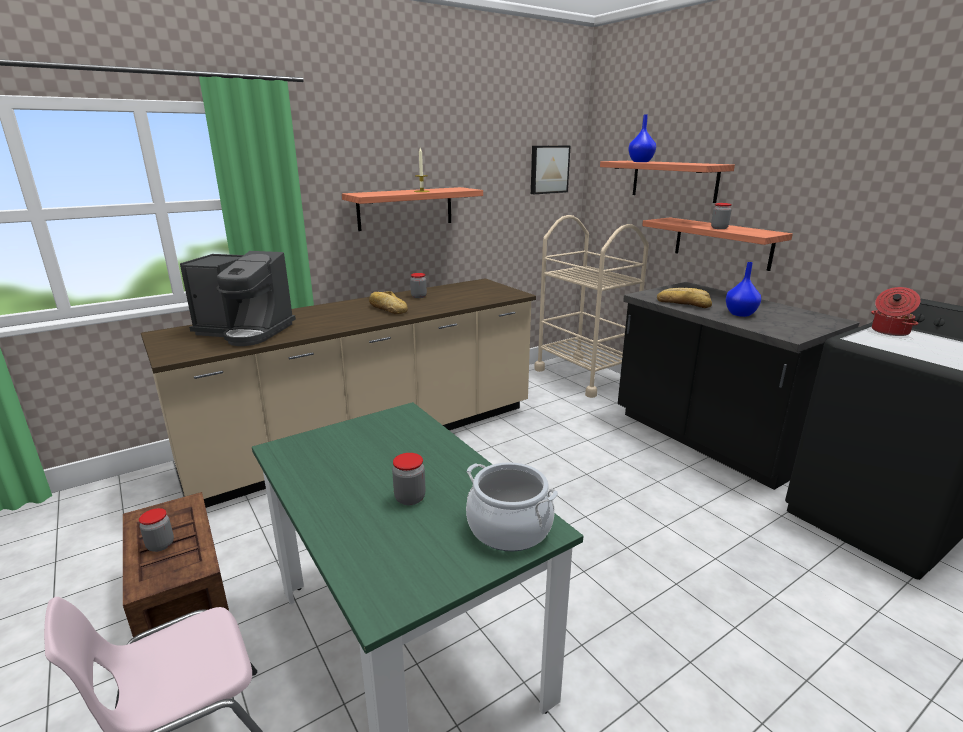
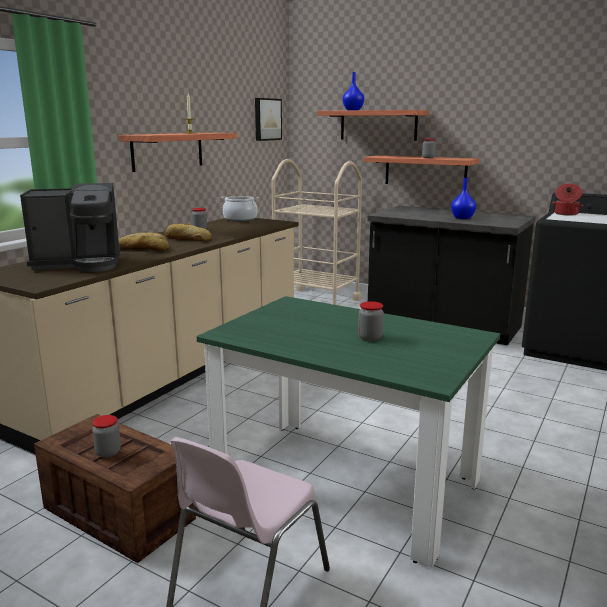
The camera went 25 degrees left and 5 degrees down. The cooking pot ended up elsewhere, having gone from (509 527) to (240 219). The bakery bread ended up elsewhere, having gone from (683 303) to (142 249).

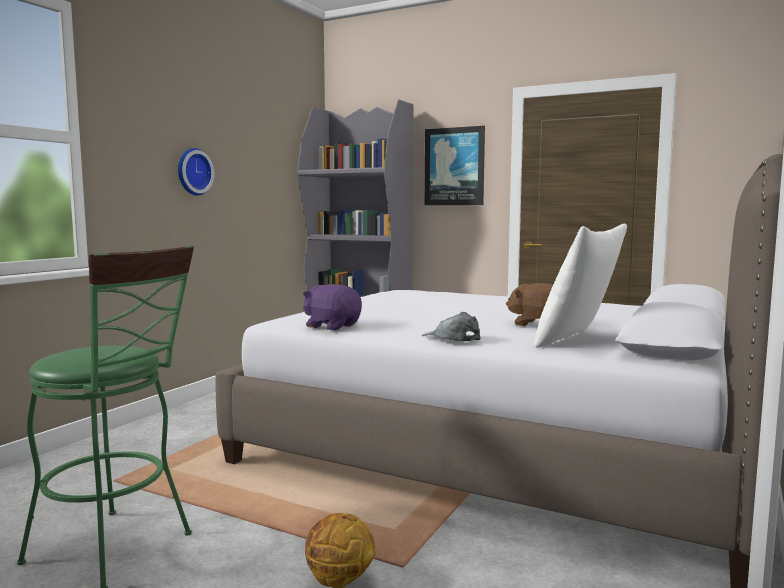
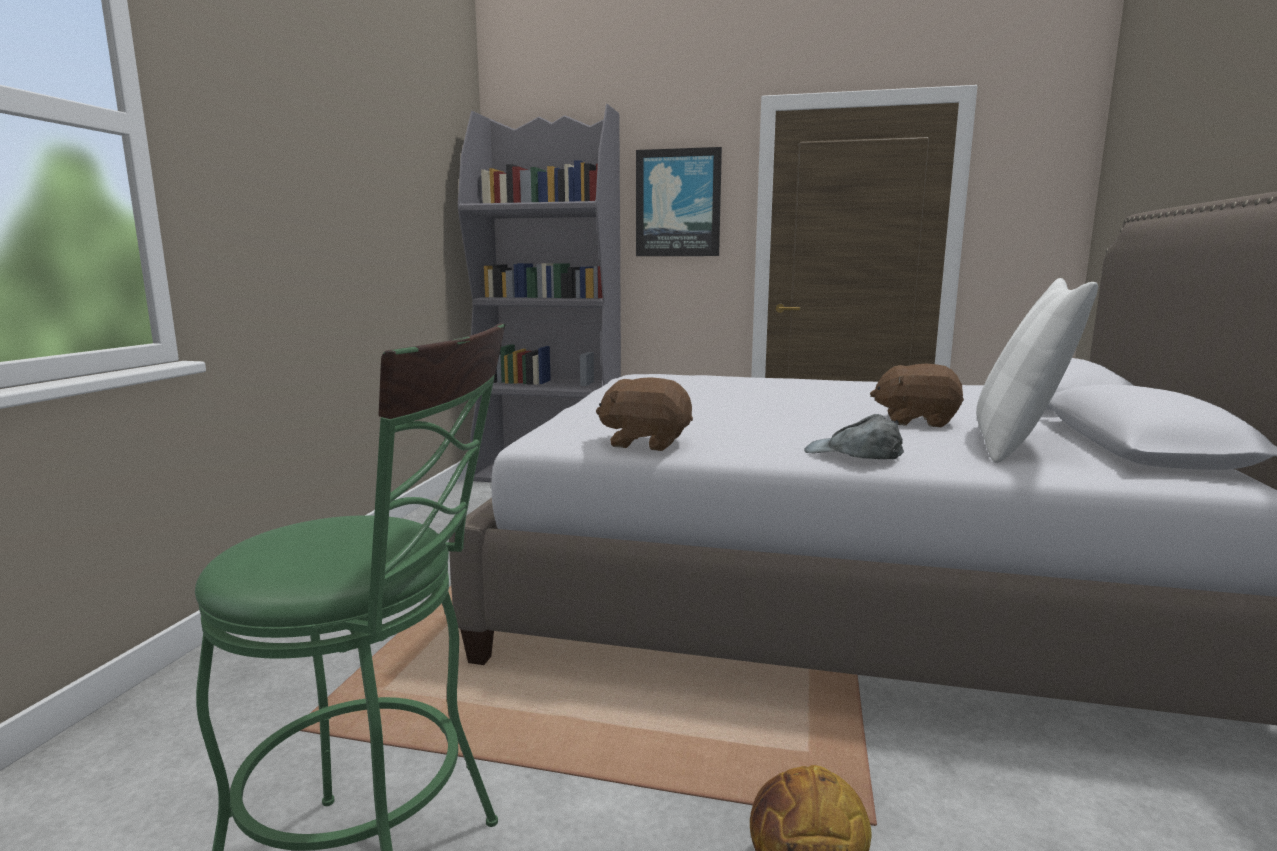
The camera went 15 degrees left and 5 degrees up. The second view lost the hanging clock at (192 172). What was the cuddly toy/purplish at (332 326) turned into the cuddly toy/brown-coloured at (646 443).

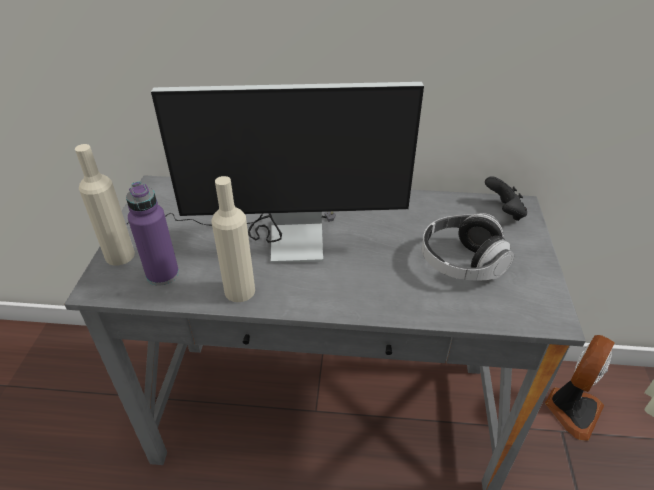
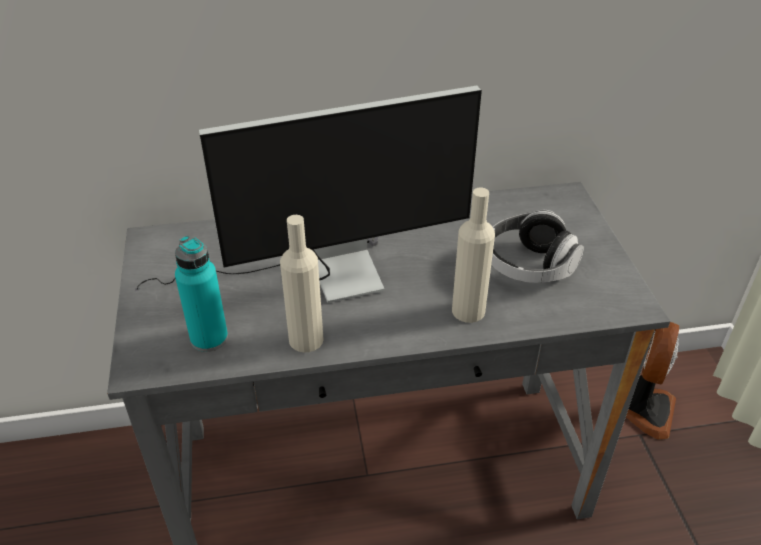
The camera went 15 degrees left and 0 degrees up. The second view lost the game controller/black at (504 212). The bottle/beige ended up elsewhere, having gone from (120 255) to (468 310). What was the bottle/purplish at (162 274) turned into the bottle/blue-green at (209 338).

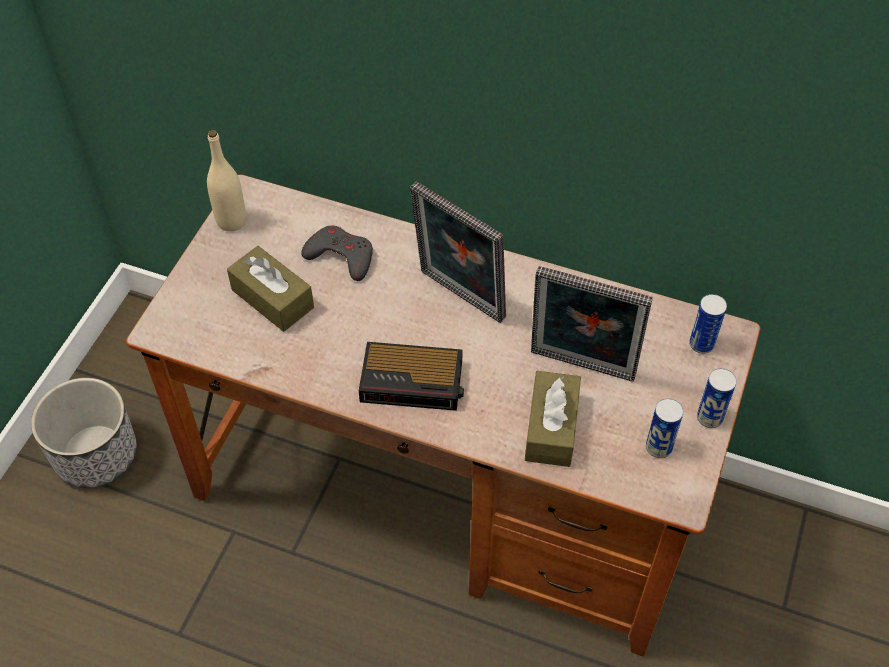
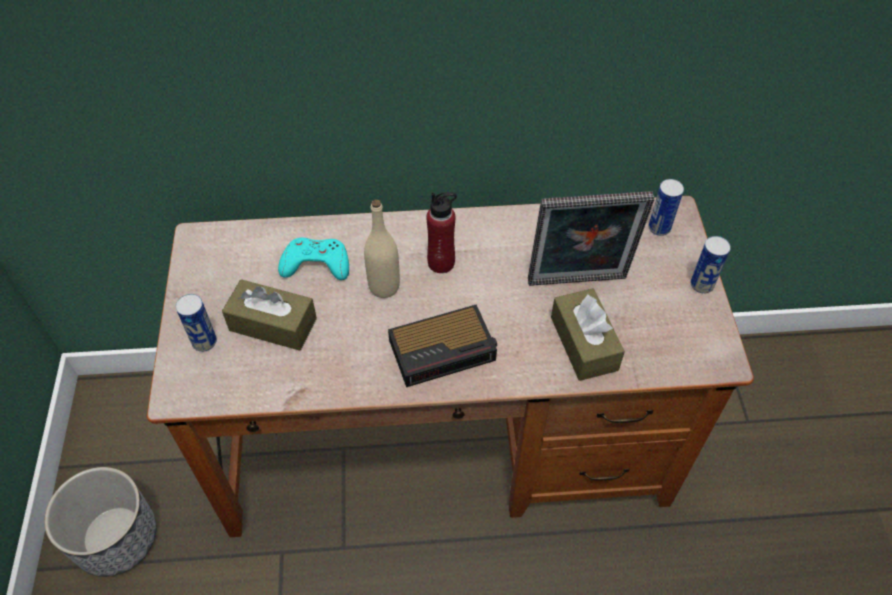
The camera went 25 degrees left and 0 degrees up. The bottle/beige ended up elsewhere, having gone from (231 221) to (384 287). The can ended up elsewhere, having gone from (658 447) to (204 342). Where the standing frame stood at (458 298), the bottle/red-coloured came to stand at (441 262). What was the game controller/greyish at (341 256) turned into the game controller/blue-green at (316 263).

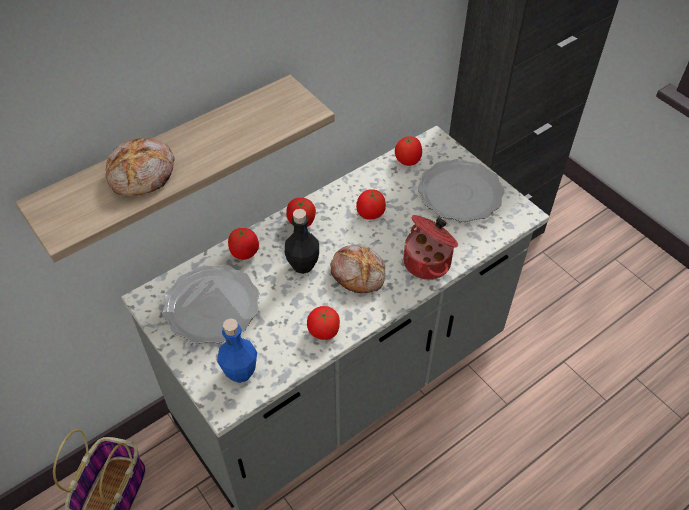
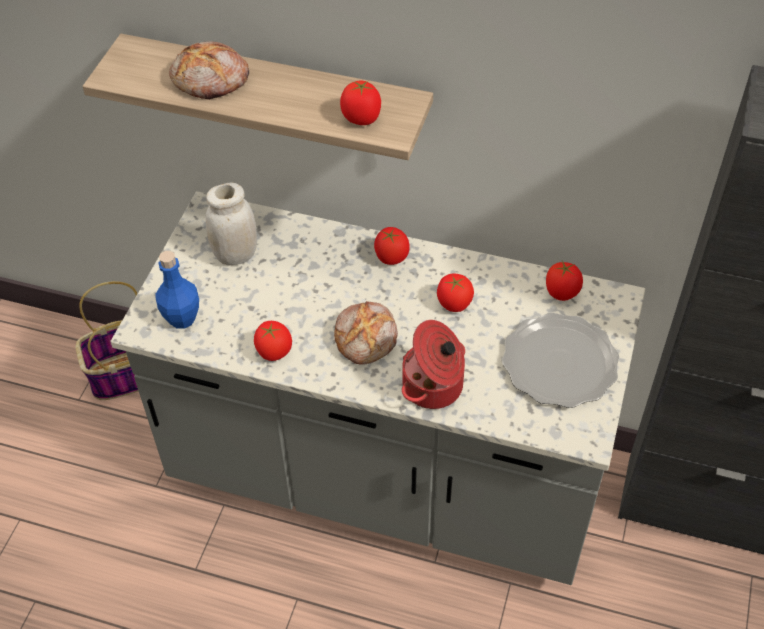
The camera went 55 degrees right and 0 degrees up. The second view lost the bottle/black at (303 265). The whole tomato ended up elsewhere, having gone from (245 253) to (361 118). Where the flat dish stood at (211 306), the storage jar/white-coloured came to stand at (236 255).

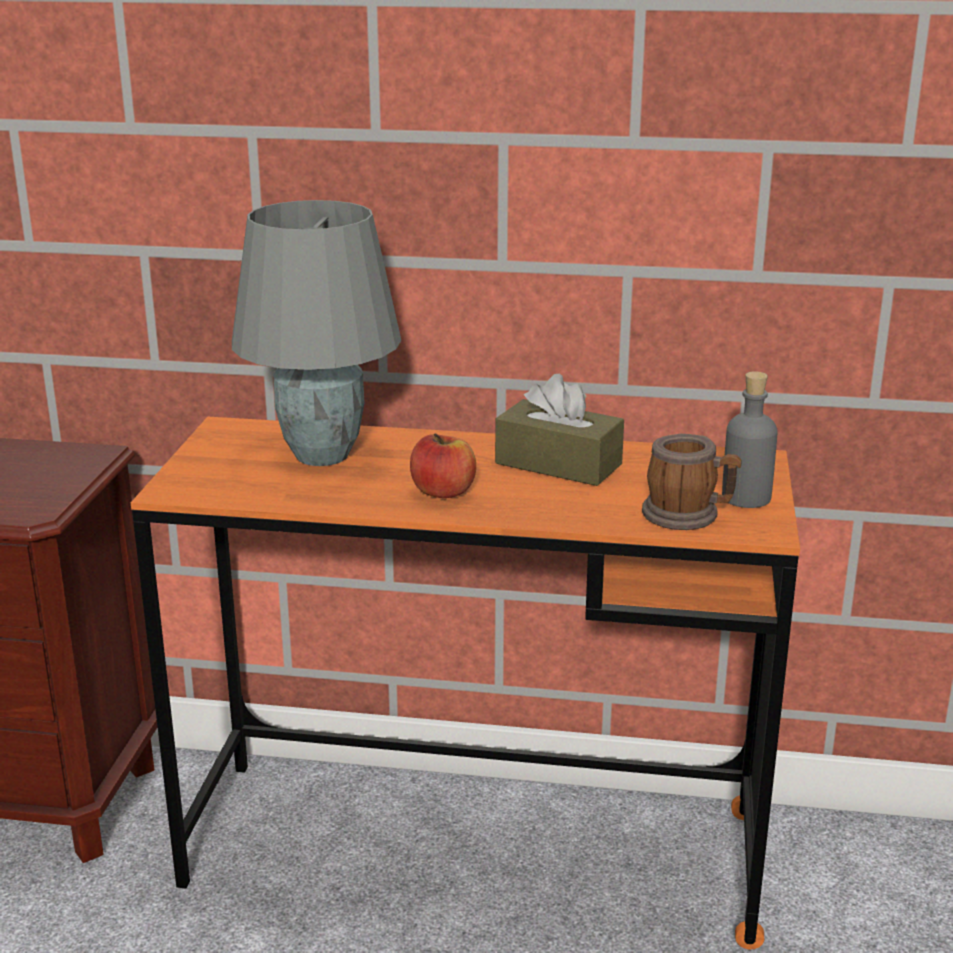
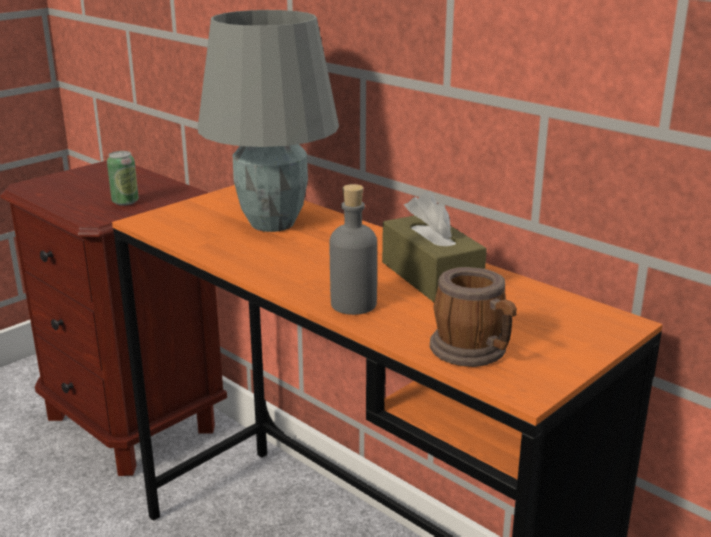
The camera went 35 degrees right and 0 degrees up. The second view lost the apple fruit at (443 492). The second view gained the can at (125 202). The bottle/greyish ended up elsewhere, having gone from (746 497) to (353 304).

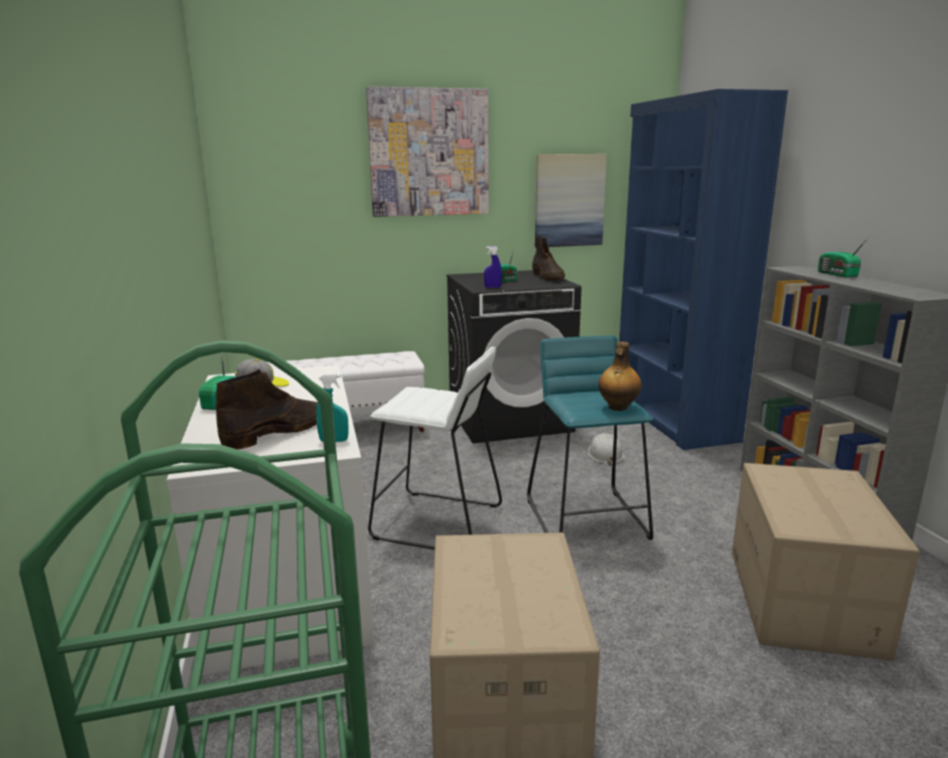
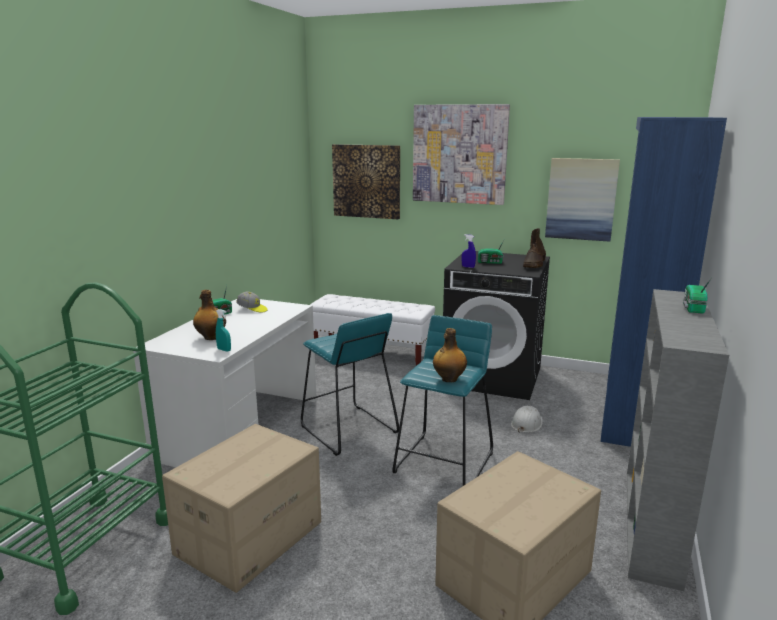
The camera went 35 degrees right and 0 degrees up. The second view gained the picture at (366 181). Where the tall boot/brown-coloured stood at (277 432), the bottle came to stand at (211 337). What was the sitting stool/white-coloured at (437 522) turned into the sitting stool/blue-green at (348 429).

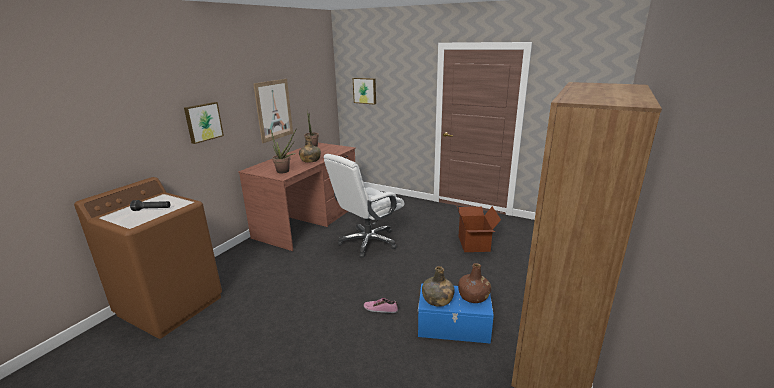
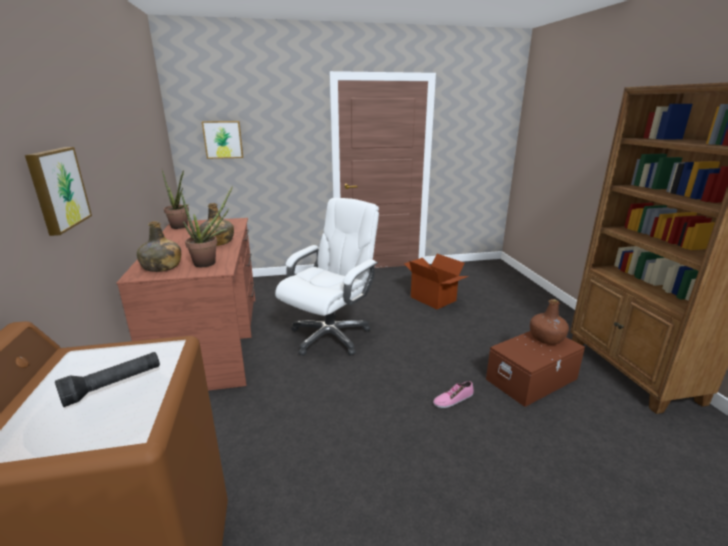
The camera went 40 degrees left and 0 degrees up. The second view lost the picture at (274 110). The bottle/greenish ended up elsewhere, having gone from (437 299) to (162 267). What was the storage container/blue-coloured at (453 326) turned into the storage container/brown-coloured at (532 379). The computer chair/white-coloured at (368 242) ended up facing another way, 150 degrees counterclockwise from before.

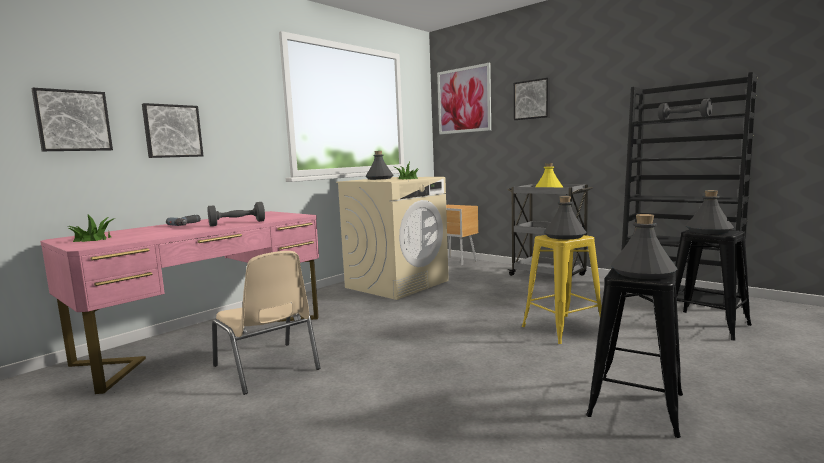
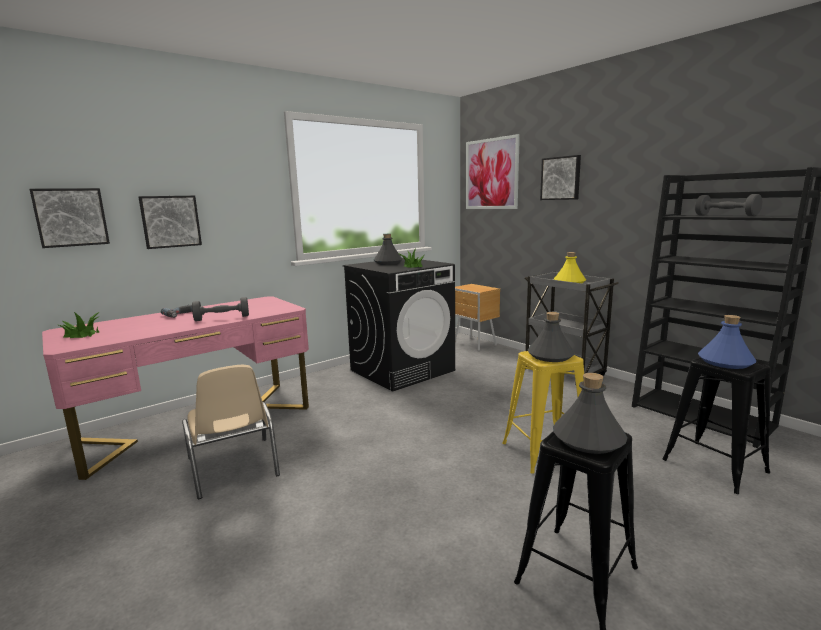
The camera went 10 degrees right and 5 degrees up. What was the laundry machine/beige at (397 284) turned into the laundry machine/black at (402 370). What was the bottle/greyish at (708 230) turned into the bottle/blue-coloured at (725 362).

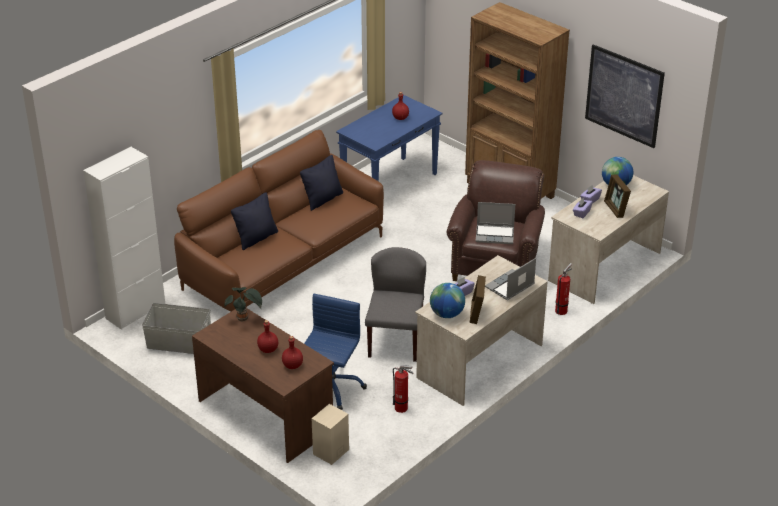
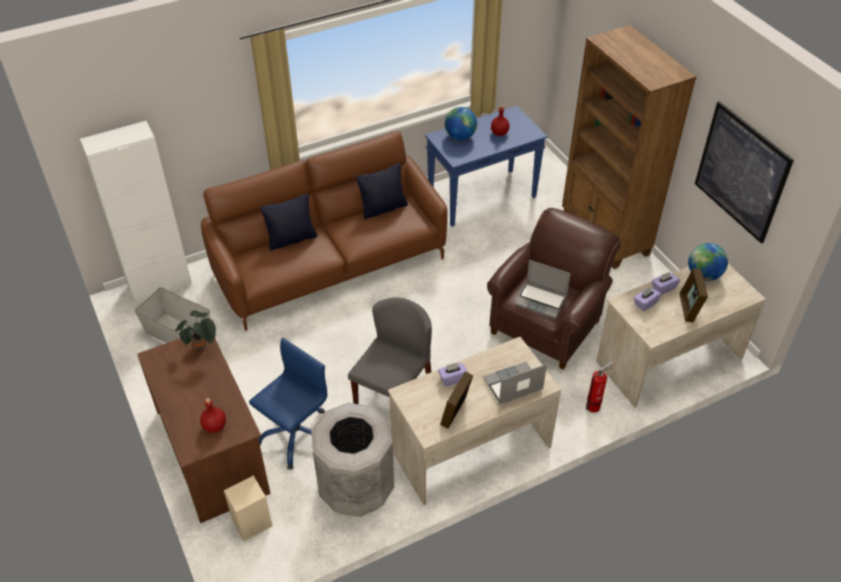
The camera went 20 degrees right and 10 degrees up. The second view lost the bottle/red-coloured at (268 349). The desk globe ended up elsewhere, having gone from (447 314) to (460 136). Where the fire-fighting cylinder stood at (402 408), the trash can/greyish came to stand at (356 488).

